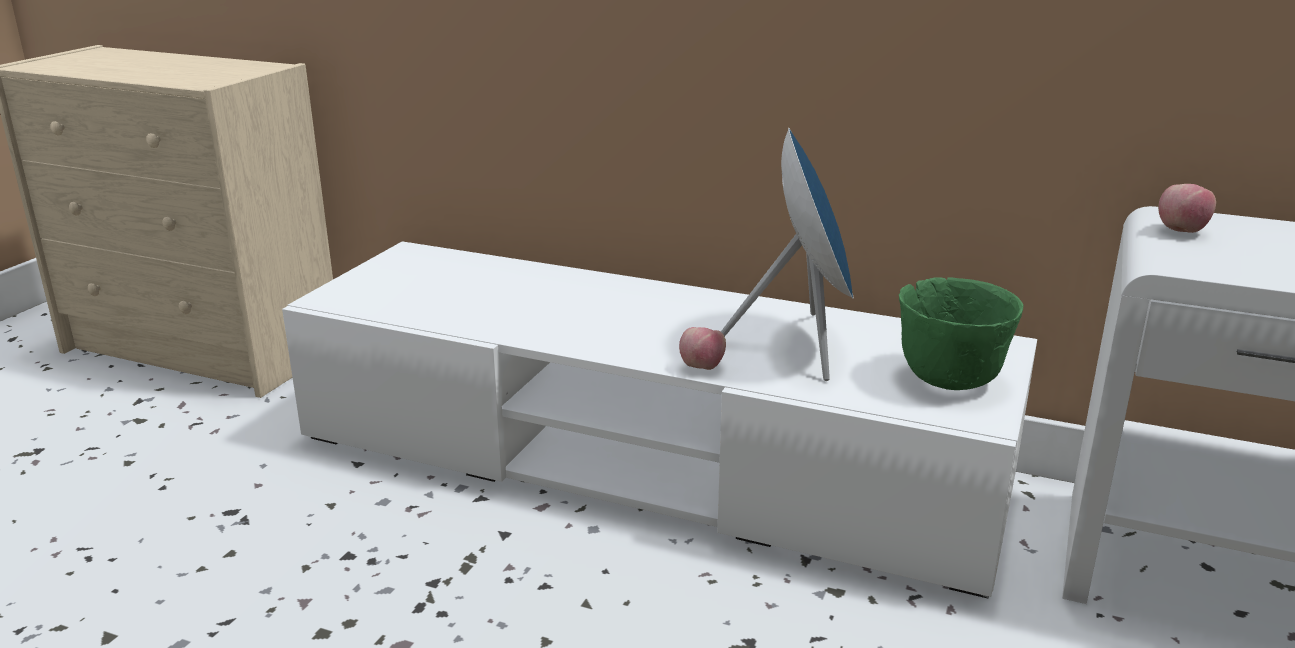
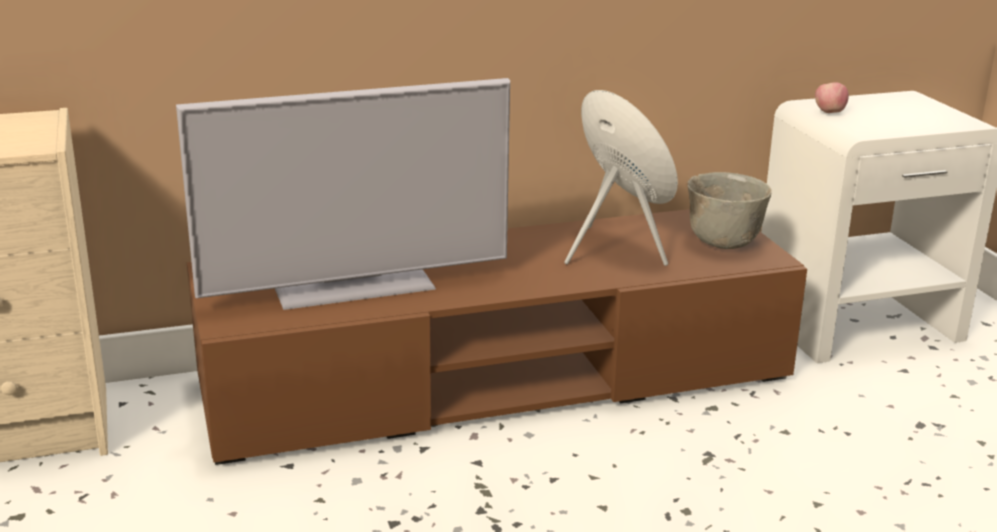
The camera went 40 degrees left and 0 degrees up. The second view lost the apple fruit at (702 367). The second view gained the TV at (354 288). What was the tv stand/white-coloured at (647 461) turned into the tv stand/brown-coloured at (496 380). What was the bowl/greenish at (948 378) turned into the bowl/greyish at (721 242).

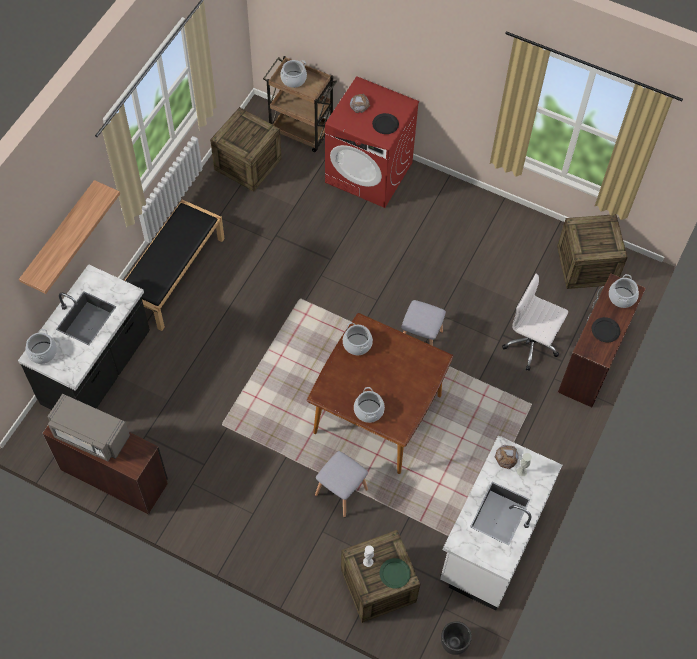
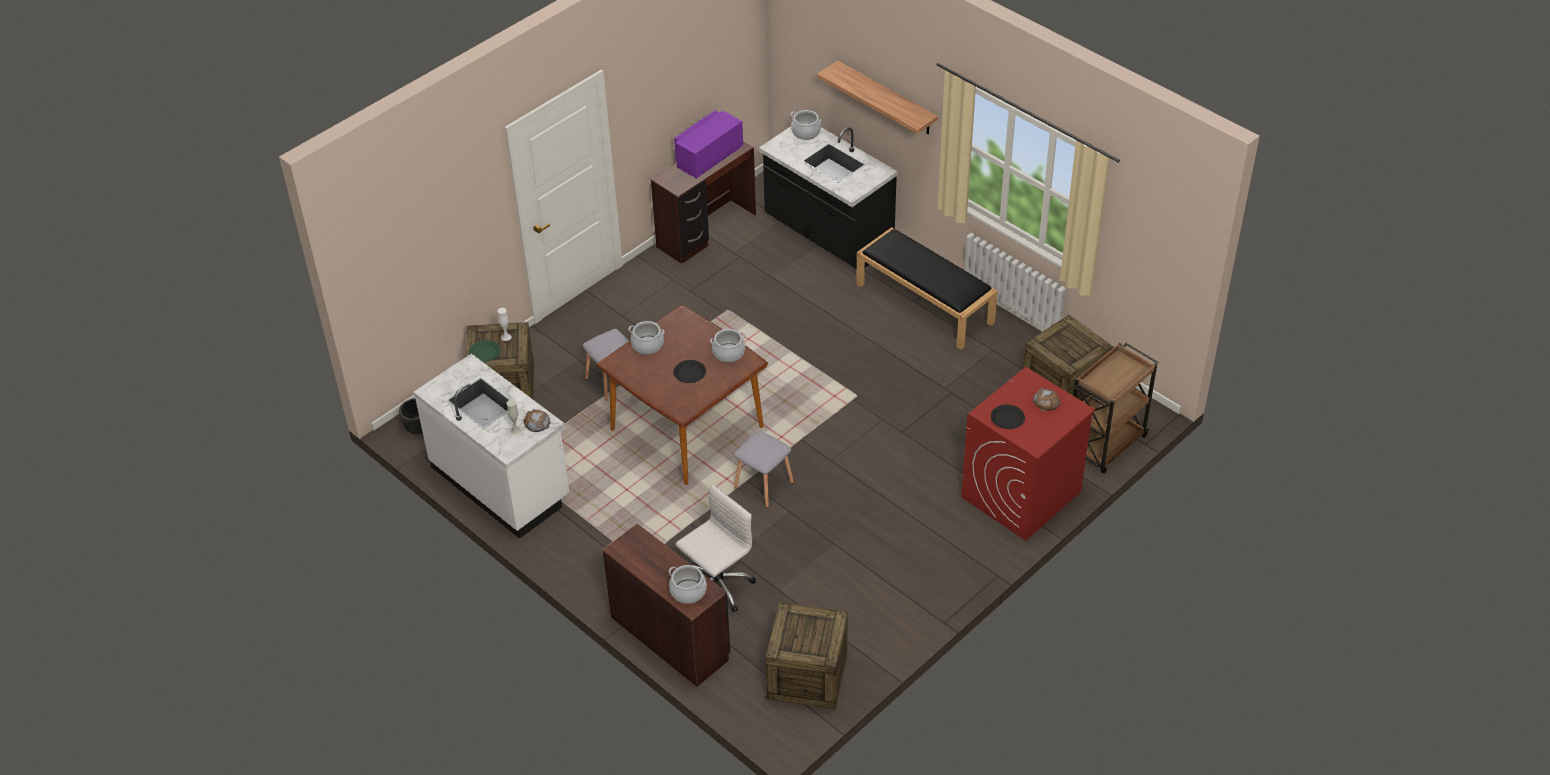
The camera went 110 degrees right and 15 degrees down. The second view lost the cooking pot at (293 79). The flat dish/black ended up elsewhere, having gone from (605 330) to (690 373). What was the microwave oven/greyish at (91 436) turned into the microwave oven/purplish at (708 157).

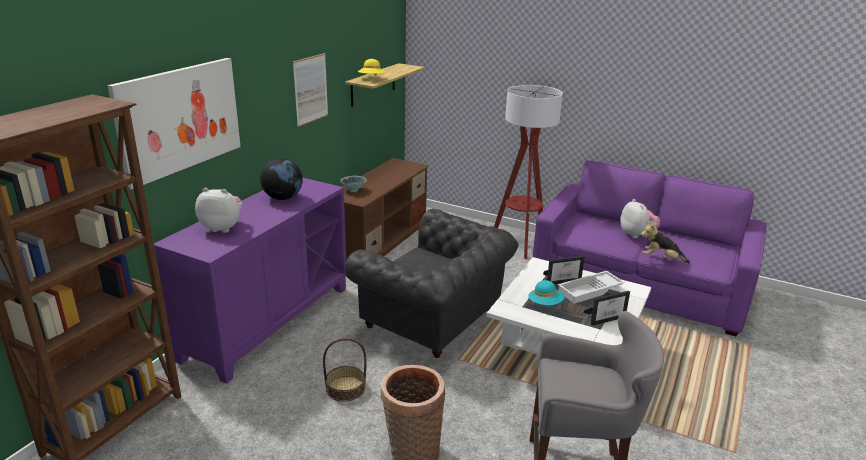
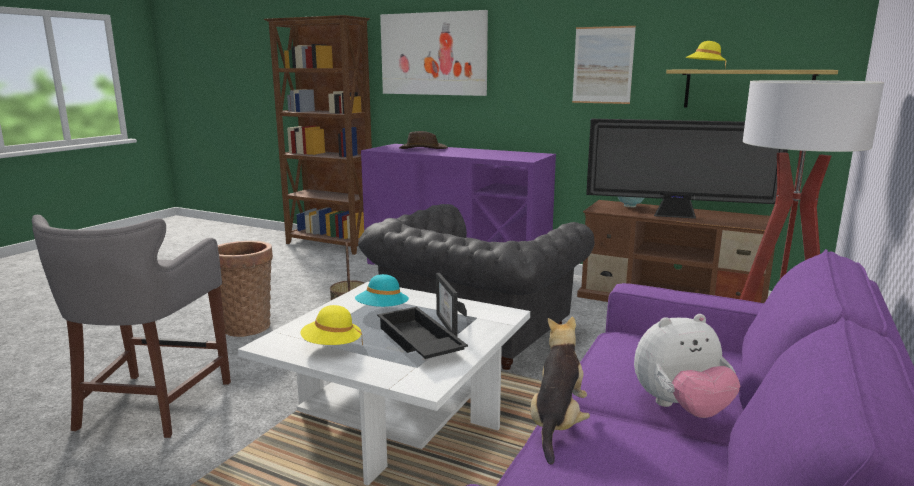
The camera went 90 degrees right and 10 degrees down. The second view lost the desk globe at (283 198). The second view gained the TV at (677 216). Where the cuddly toy stood at (222 228), the hat/brown-coloured came to stand at (422 149). Where the standing frame stood at (606 318), the hat/yellow-coloured came to stand at (332 346). What was the serving tray/white-coloured at (590 291) turned into the serving tray/black at (418 342).

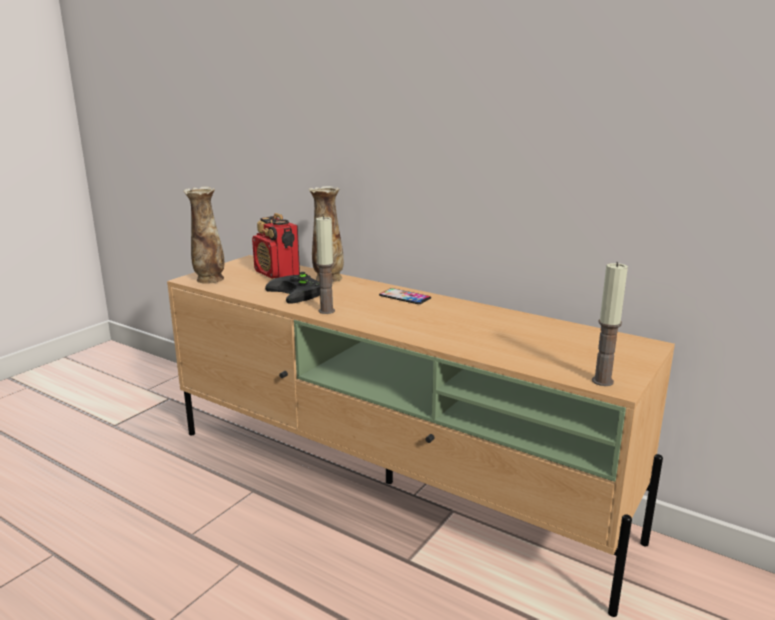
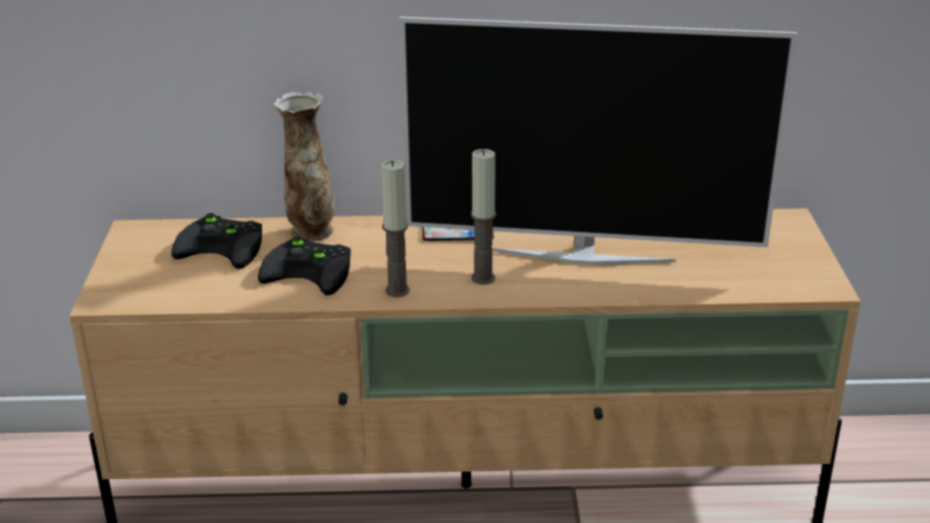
The camera went 35 degrees left and 10 degrees up. The second view lost the decorative vase at (209 279). The second view gained the TV at (583 255). The wax candle ended up elsewhere, having gone from (602 381) to (483 278). Where the radio stood at (277 274), the game controller/black came to stand at (225 246).

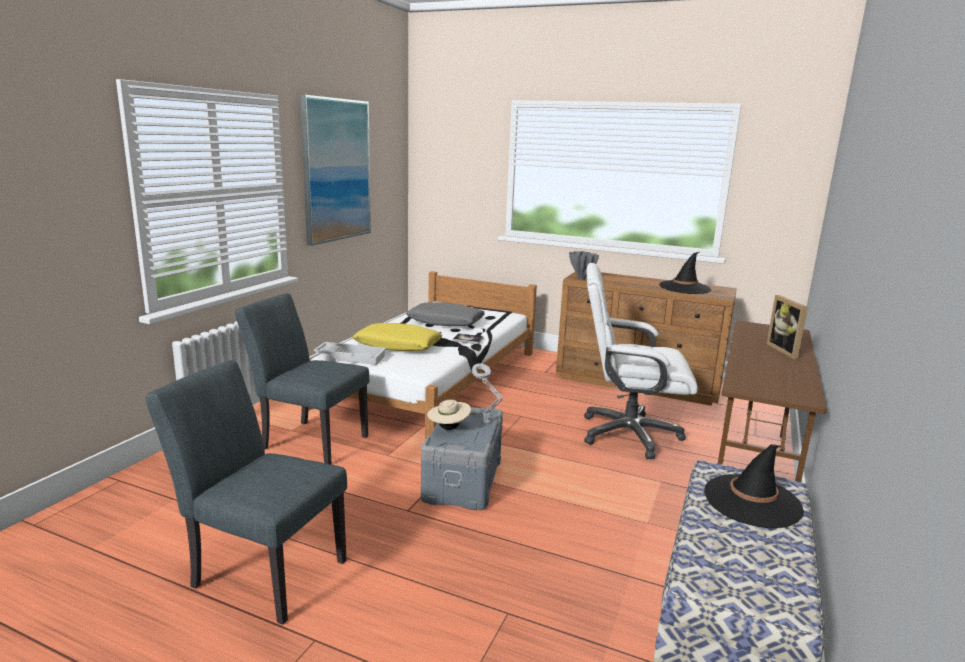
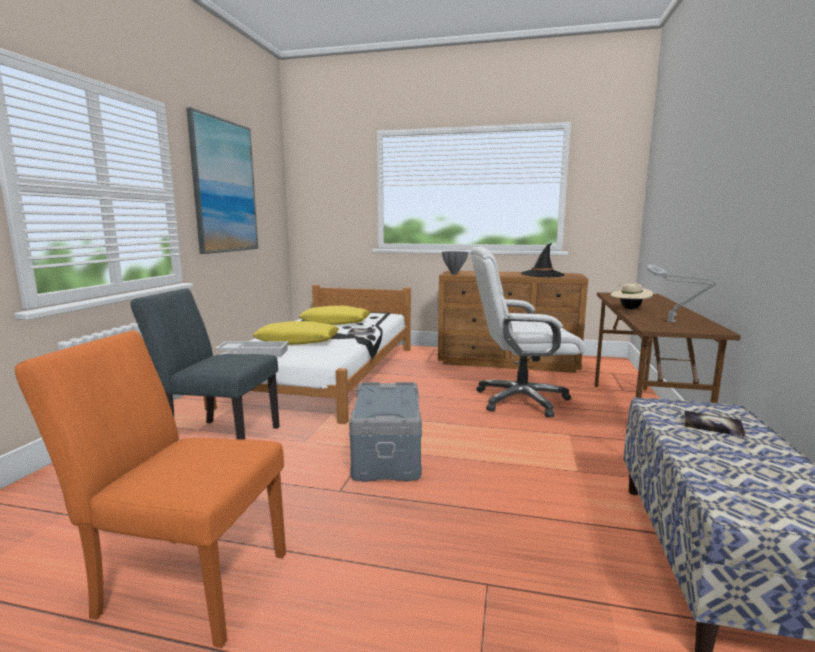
The camera went 10 degrees left and 5 degrees down. The second view lost the standing frame at (786 351). The hat/beige ended up elsewhere, having gone from (448 428) to (629 309). The lamp for a table/greyish ended up elsewhere, having gone from (487 423) to (673 322). Where the hat/black stood at (752 501), the bound book came to stand at (712 425). What was the chair/greyish at (261 570) turned into the chair/orange-coloured at (182 582). What was the throw pillow/greyish at (445 322) turned into the throw pillow/yellow-coloured at (335 322).

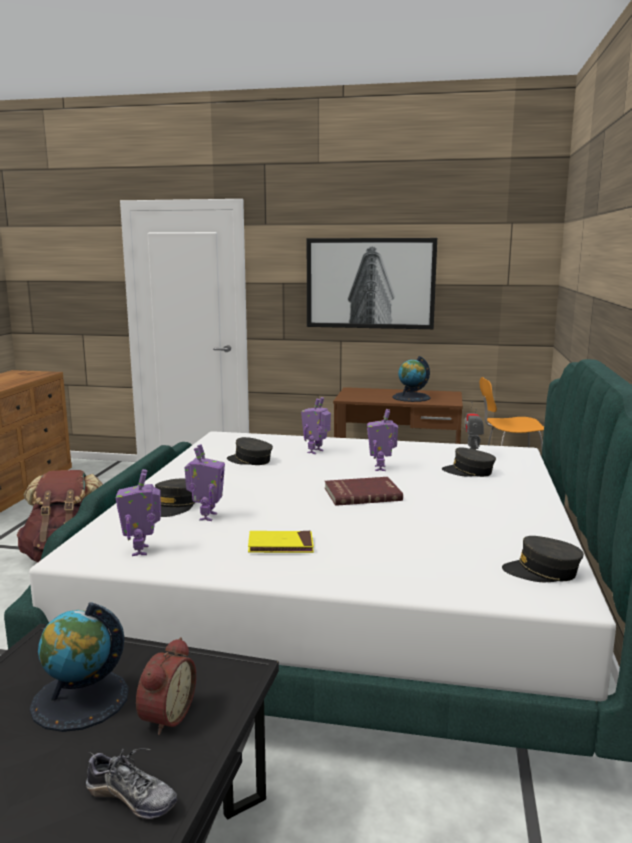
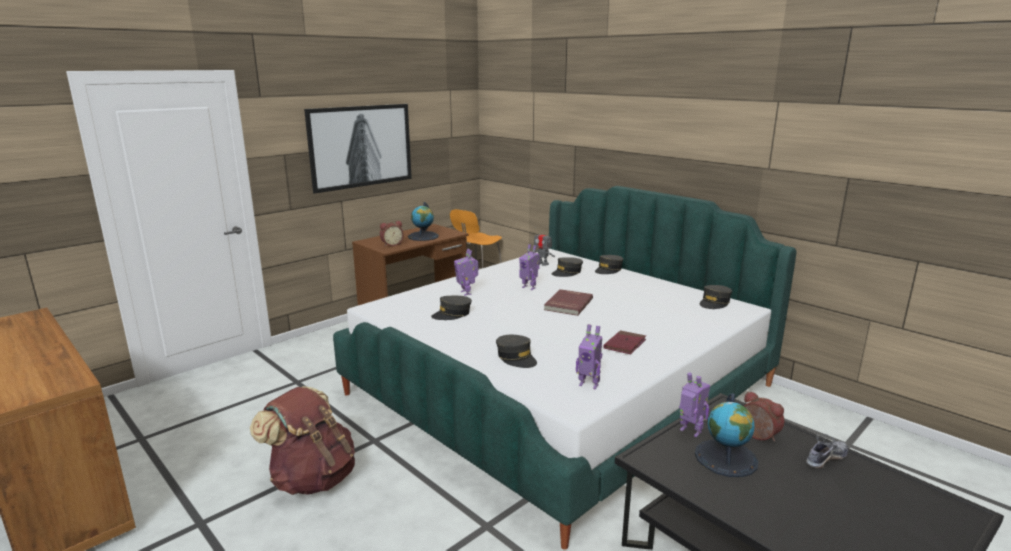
The camera went 55 degrees left and 5 degrees up. The second view gained the alarm clock at (391 244). The second view gained the peaked cap/greyish at (608 270). The model robot ended up elsewhere, having gone from (206 516) to (690 432). What was the bound book/yellow-coloured at (280 545) turned into the bound book/red-coloured at (625 344).

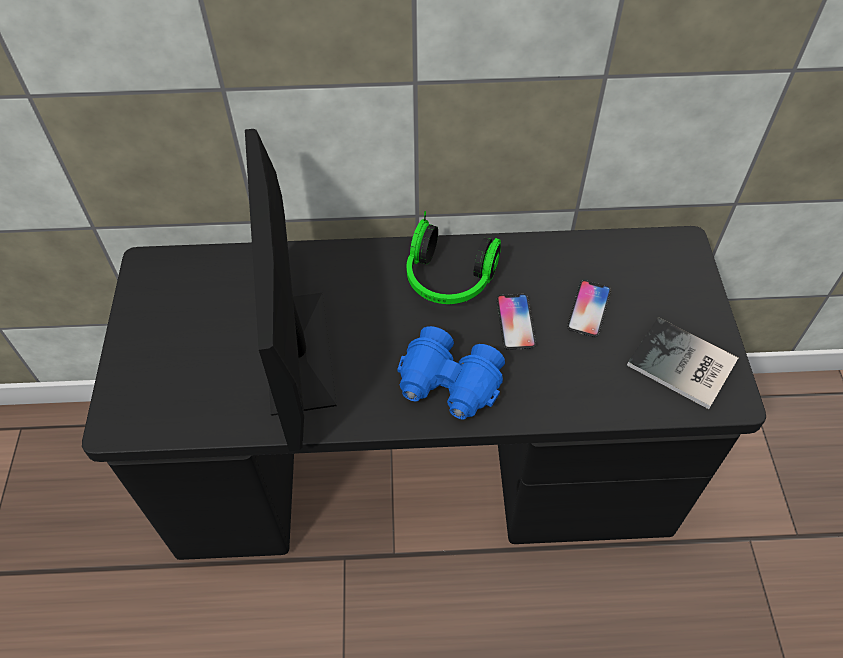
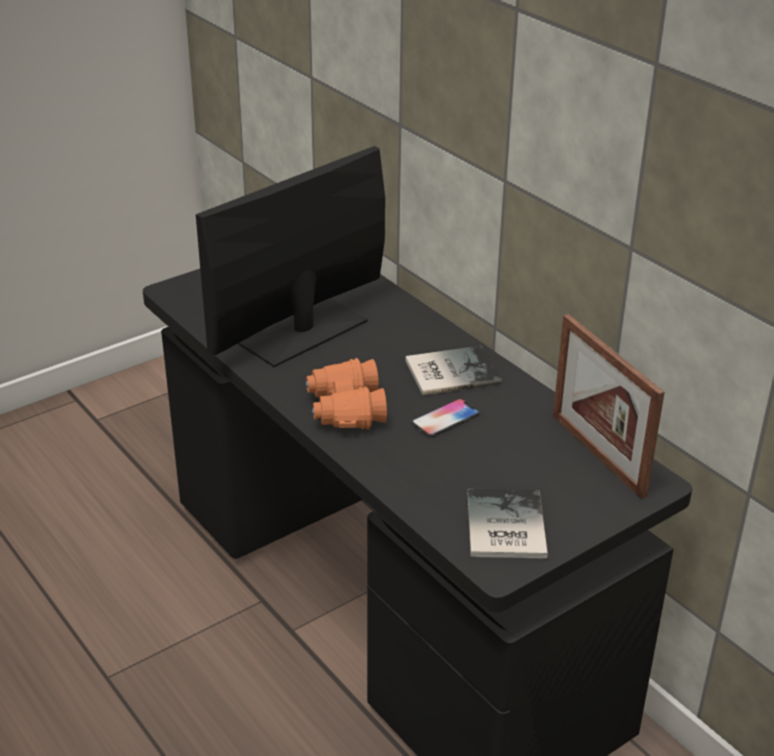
The camera went 55 degrees right and 20 degrees down. The second view lost the phone at (588 309). The second view gained the standing frame at (597 455). Where the pair of headphones stood at (448 280), the bound book came to stand at (449 371). What was the field glasses/blue-coloured at (448 385) turned into the field glasses/orange-coloured at (345 409).

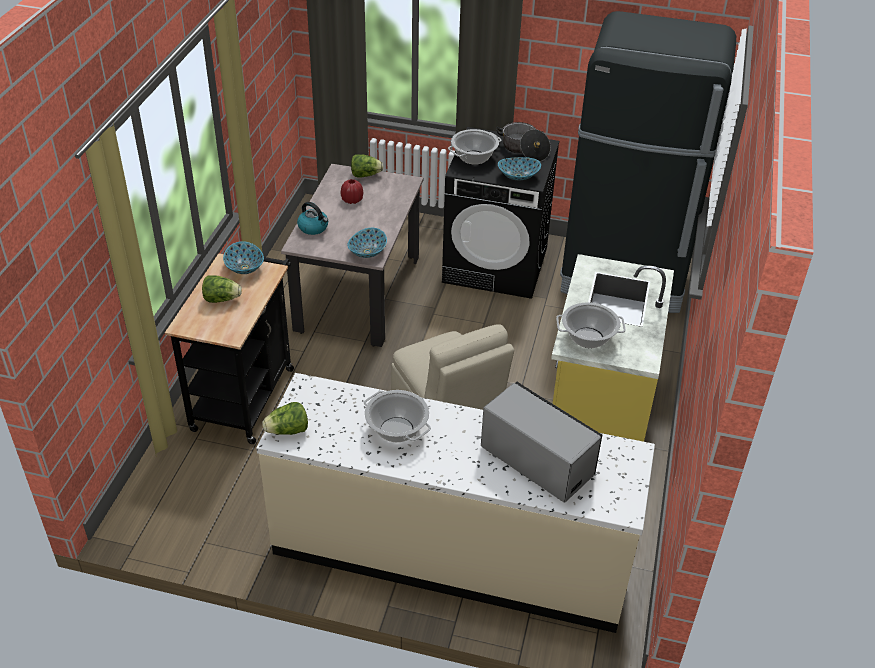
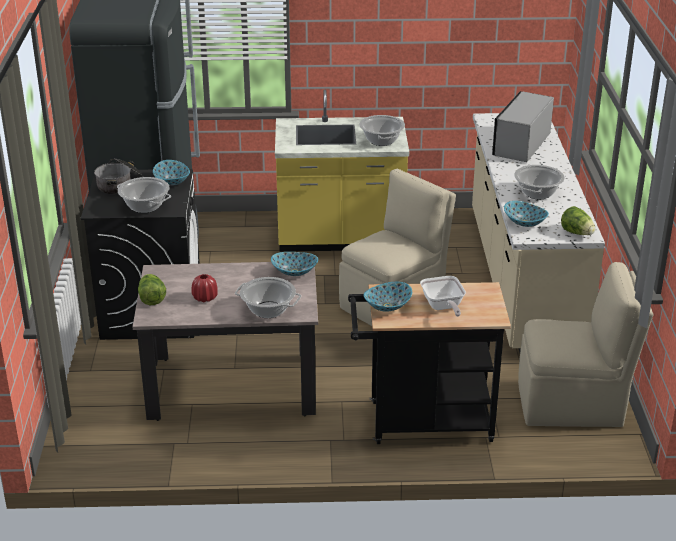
The camera went 105 degrees left and 10 degrees down. The second view gained the bowl at (525 222). The second view gained the chair/beige at (573 404). Where the lettuce head stood at (221 299), the pan came to stand at (443 307). Where the tea kettle stood at (313 228), the cooking pot came to stand at (268 310).

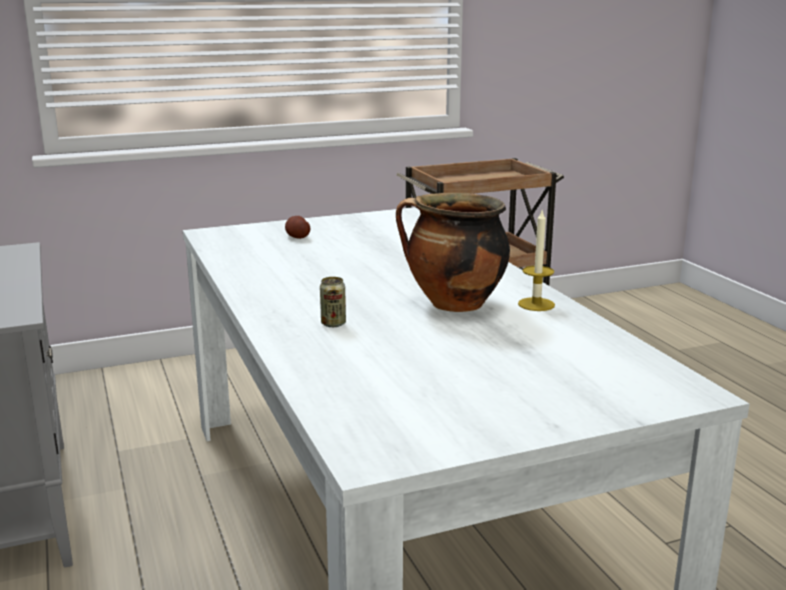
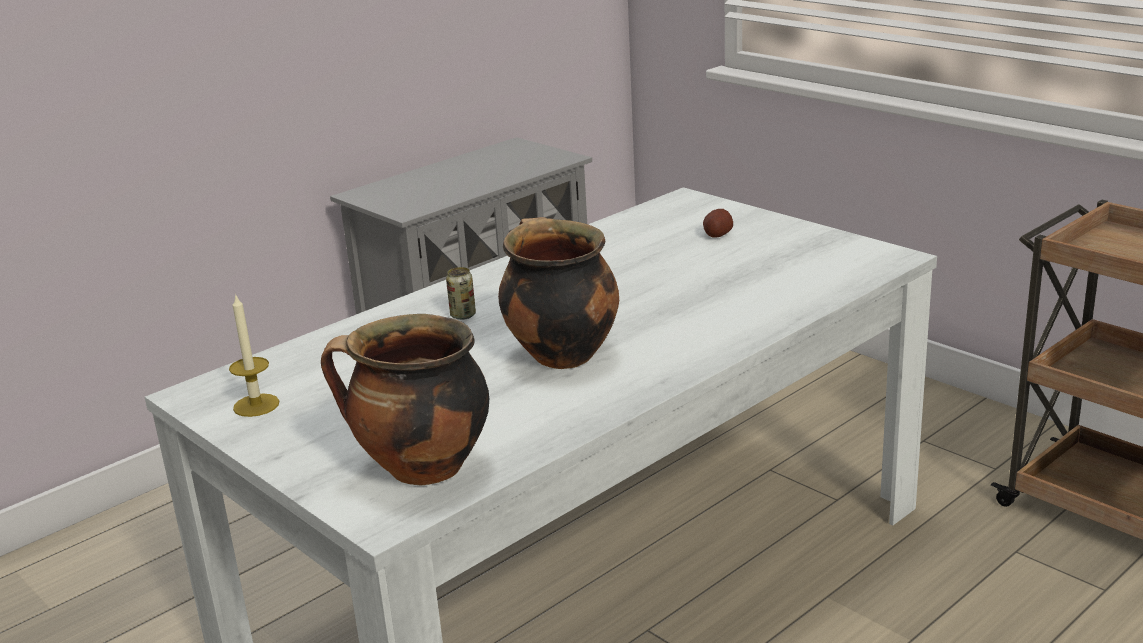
The camera went 70 degrees right and 5 degrees up. The second view gained the cooking pot at (421 470). The wax candle ended up elsewhere, having gone from (536 304) to (256 405).

